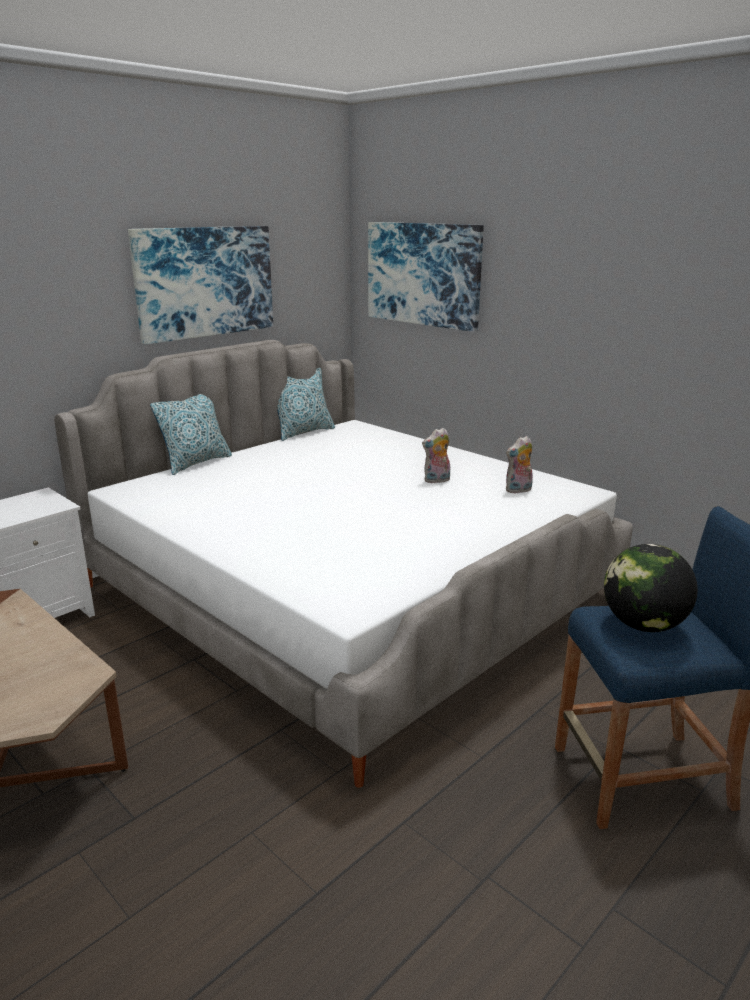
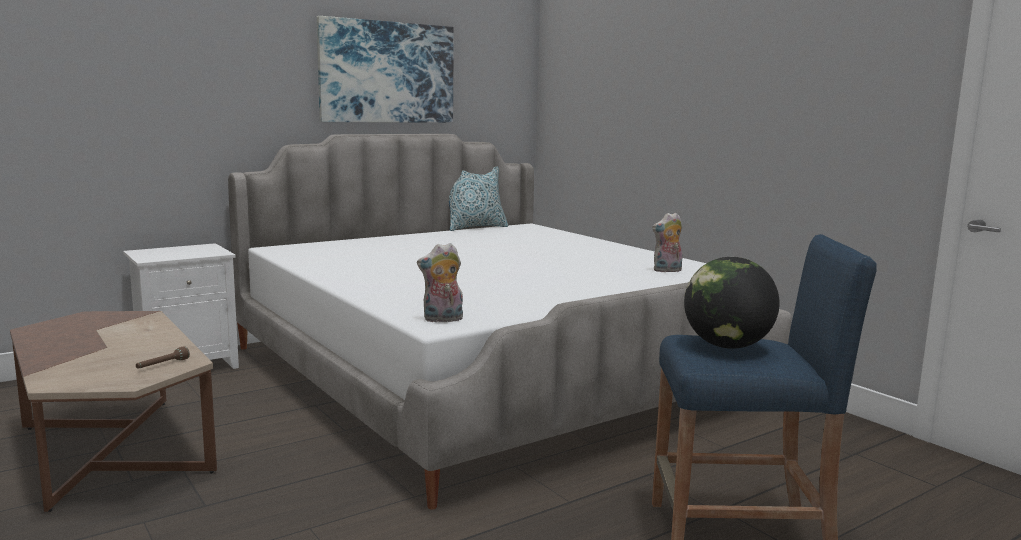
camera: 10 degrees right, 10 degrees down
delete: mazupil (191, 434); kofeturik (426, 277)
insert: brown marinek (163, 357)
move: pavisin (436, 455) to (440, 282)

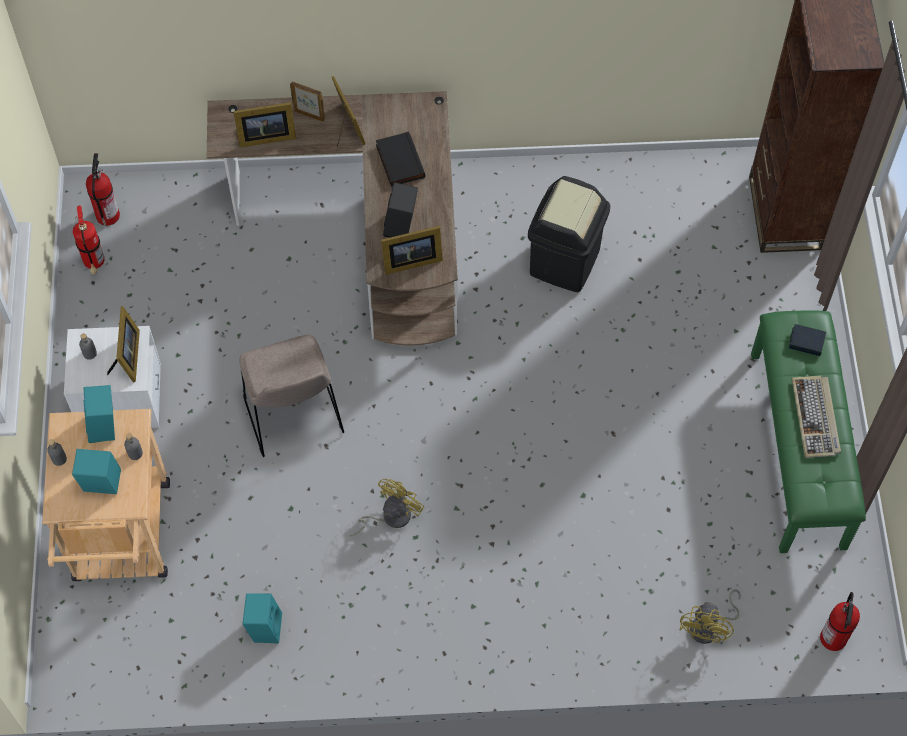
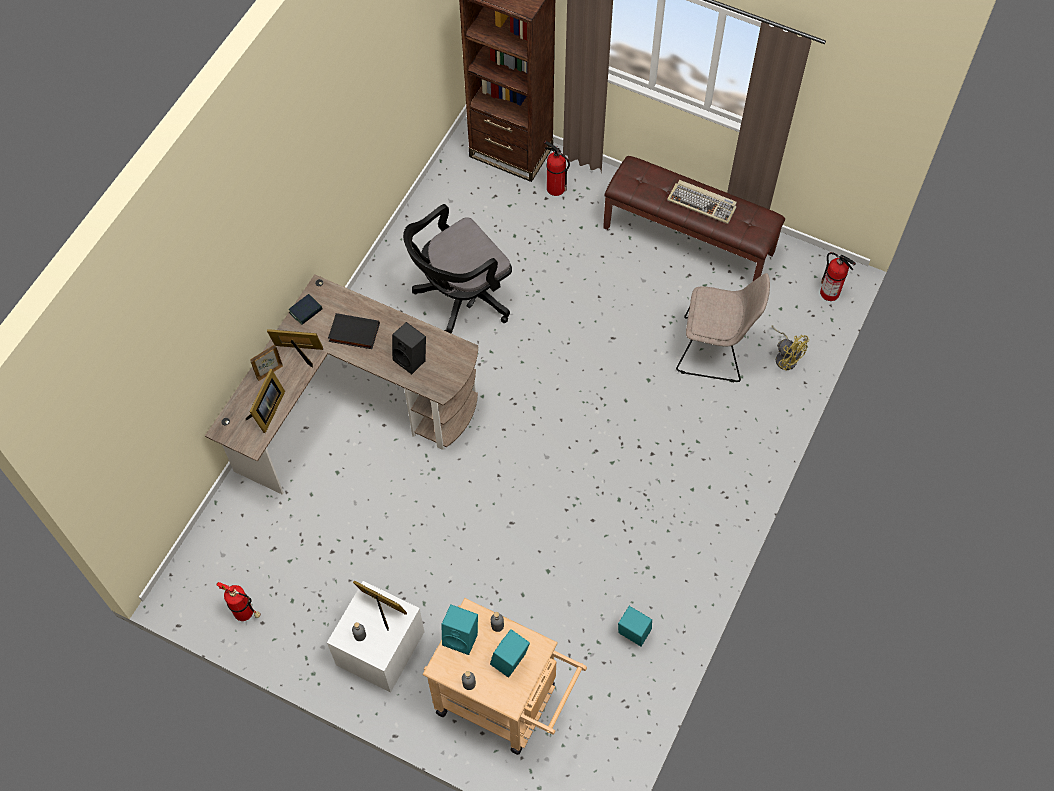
camera: 60 degrees left, 0 degrees up
delete: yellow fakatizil (387, 508); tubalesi (412, 250)
move: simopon (103, 189) to (557, 168); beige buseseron (291, 396) to (723, 327); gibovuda (807, 340) to (305, 309)
replace: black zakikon (569, 234) to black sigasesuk (457, 269)
recolor: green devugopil (808, 432) to brown devugopil (694, 218)

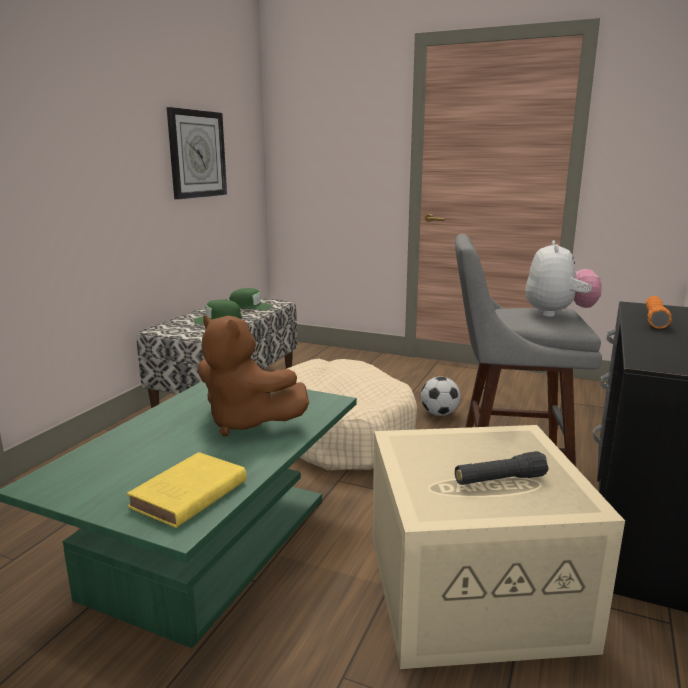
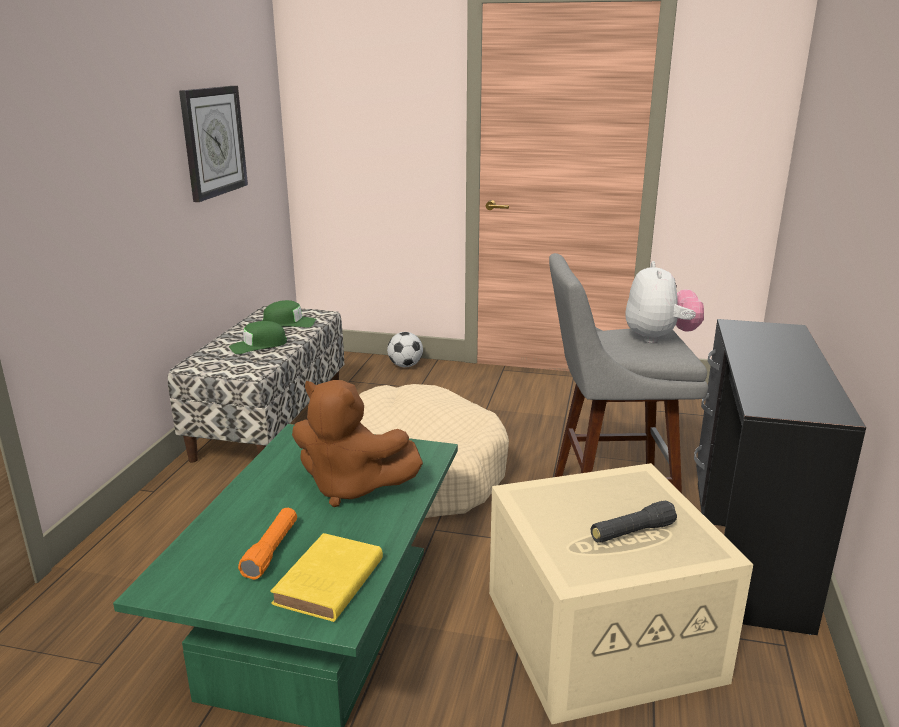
camera: 10 degrees left, 5 degrees up
move: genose (440, 396) to (405, 349); orange marinek (659, 312) to (267, 544)

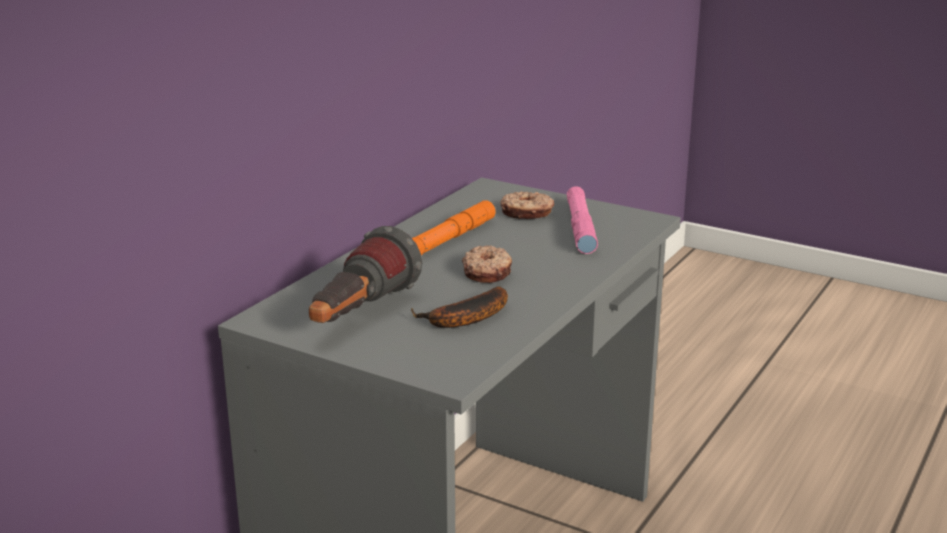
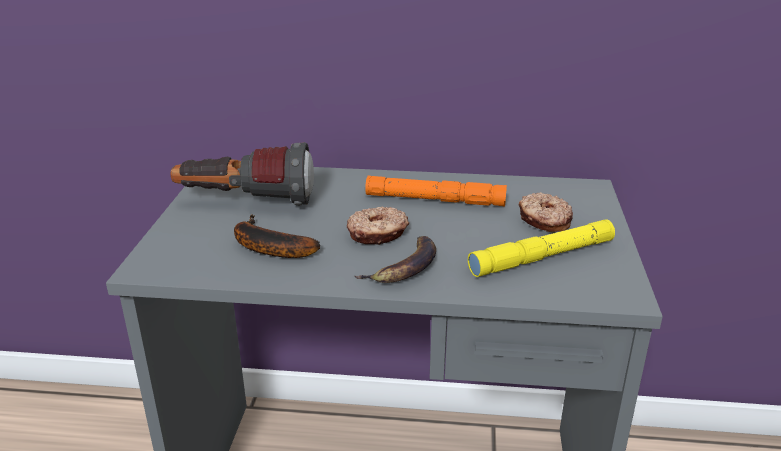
camera: 65 degrees right, 5 degrees up
insert: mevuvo (395, 259)
recolor: pink marinek (582, 220) to yellow marinek (541, 248)

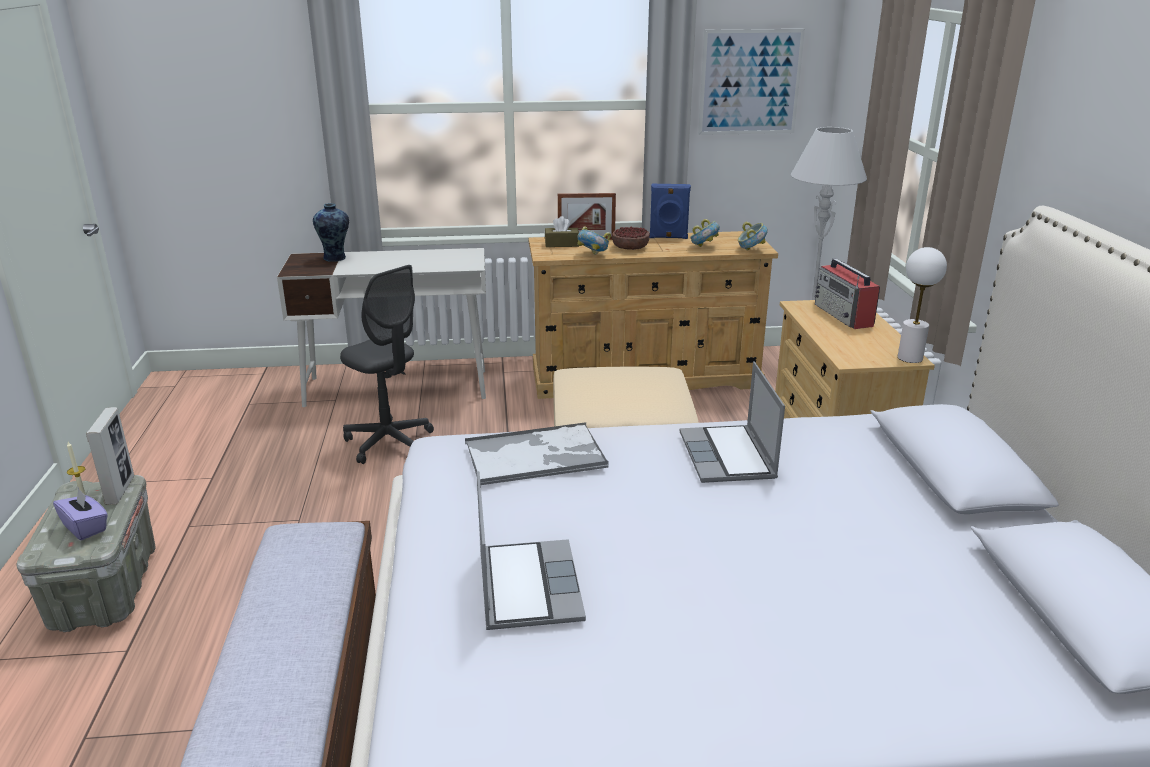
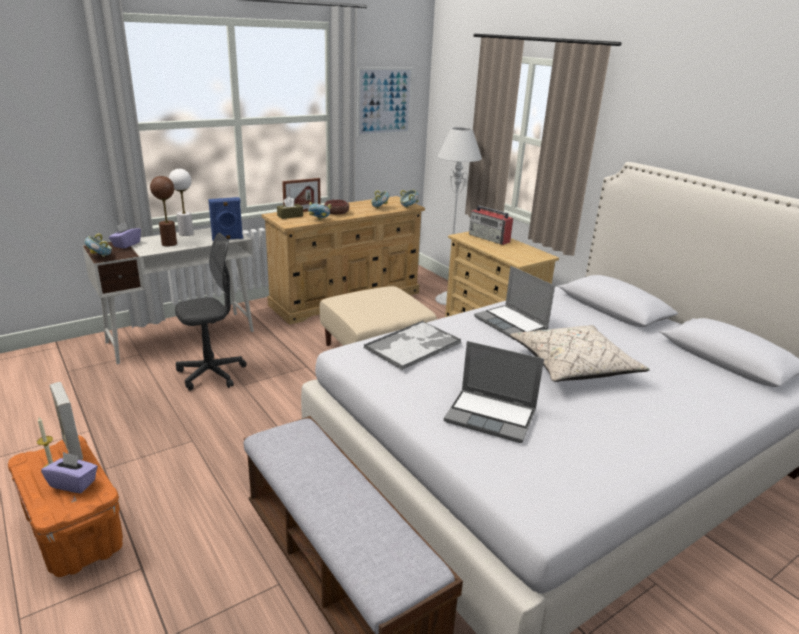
camera: 30 degrees left, 0 degrees up
insert: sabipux (98, 245); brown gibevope (163, 211); beige mazupil (580, 353)
move: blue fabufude (670, 211) to (225, 219); white gibevope (922, 305) to (181, 202)
replace: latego (331, 232) to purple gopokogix (125, 235)
recolor: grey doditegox (86, 553) to orange doditegox (65, 506)
rotate: grey sigasesuk (387, 364) = (211, 312) 45 degrees counterclockwise; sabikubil (531, 550) = (494, 392) 150 degrees clockwise

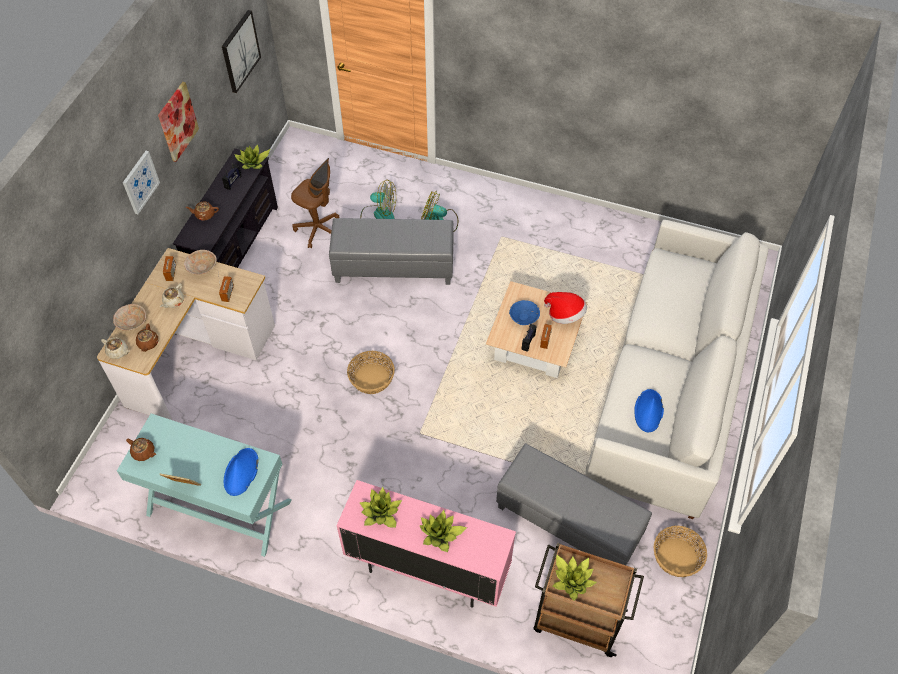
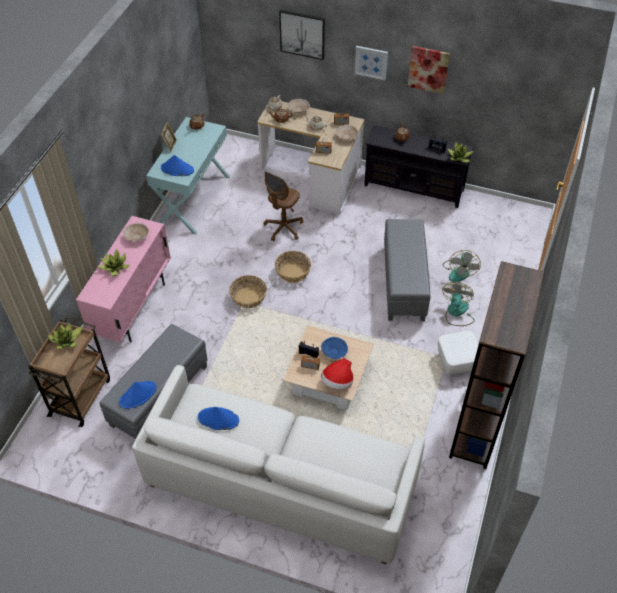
camera: 90 degrees right, 5 degrees down
insert: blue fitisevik (137, 395); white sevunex (458, 353); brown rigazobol (496, 365)
move: kofeturik (241, 51) to (302, 34); brown sigasesuk (315, 203) to (283, 206); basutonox (680, 551) to (248, 291)
replace: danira (380, 507) to beige sabipux (136, 232)

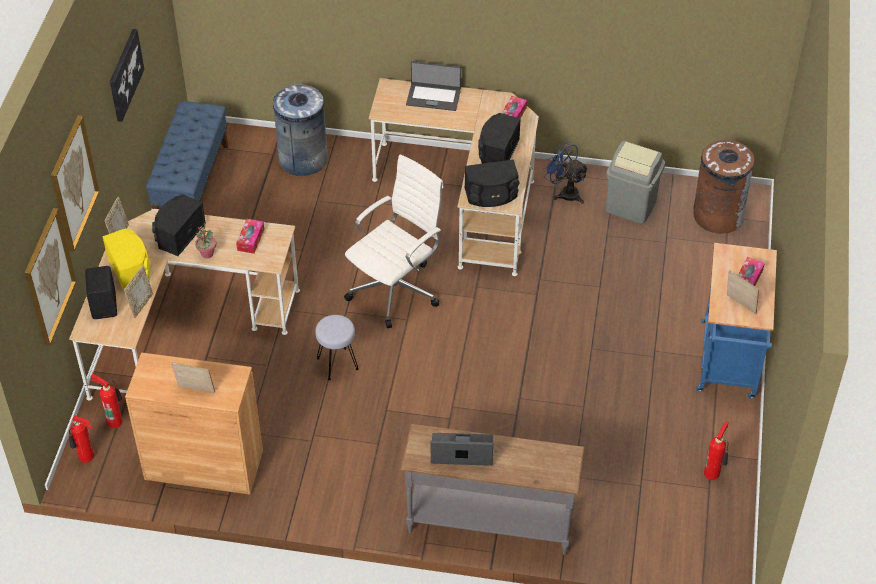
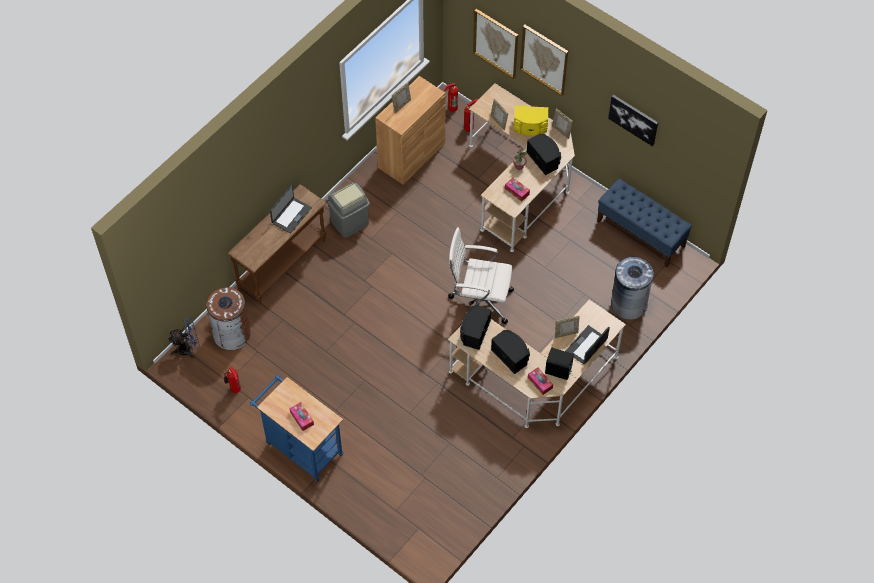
camera: 120 degrees right, 10 degrees up
delete: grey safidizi (337, 347)
move: black fabufude (101, 292) to (559, 364); blue fakatizil (566, 172) to (184, 337); grey zakikon (635, 182) to (348, 210); brown zakikon (724, 187) to (228, 318); tubalesi (743, 292) to (567, 327)
recolor: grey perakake (492, 489) to brown perakake (277, 244)
rotate: white sigasesuk (394, 241) = (481, 275) 120 degrees clockwise

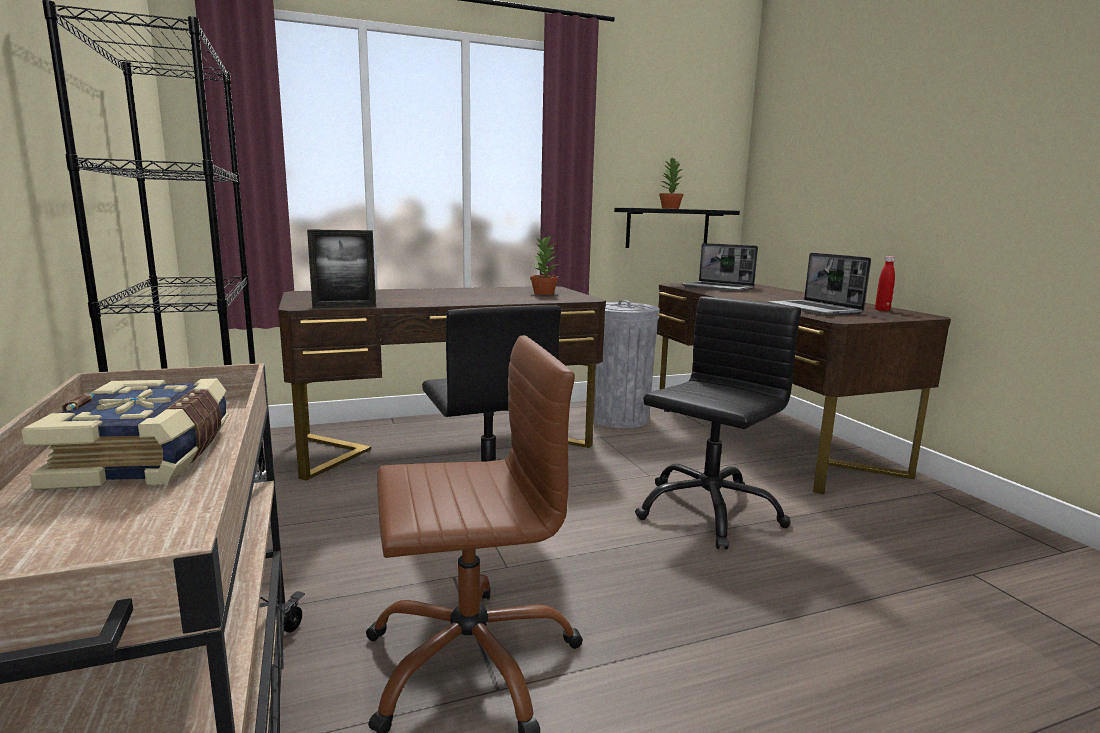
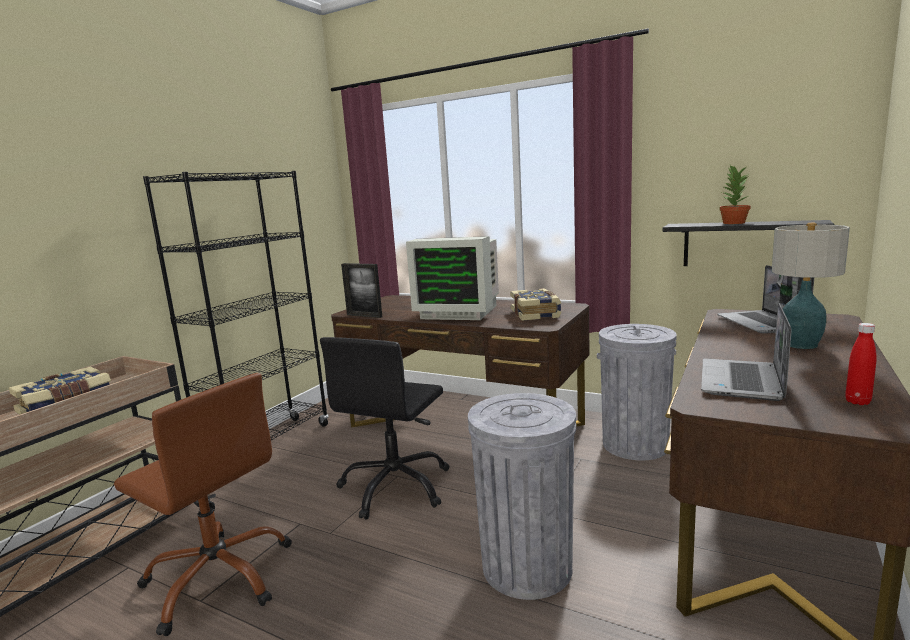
camera: 50 degrees right, 0 degrees up
insert: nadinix (452, 278); gibevope (811, 286)
replace: danira (544, 265) to gibovuda (536, 304); black sigasesuk (718, 422) to grey zakikon (522, 496)

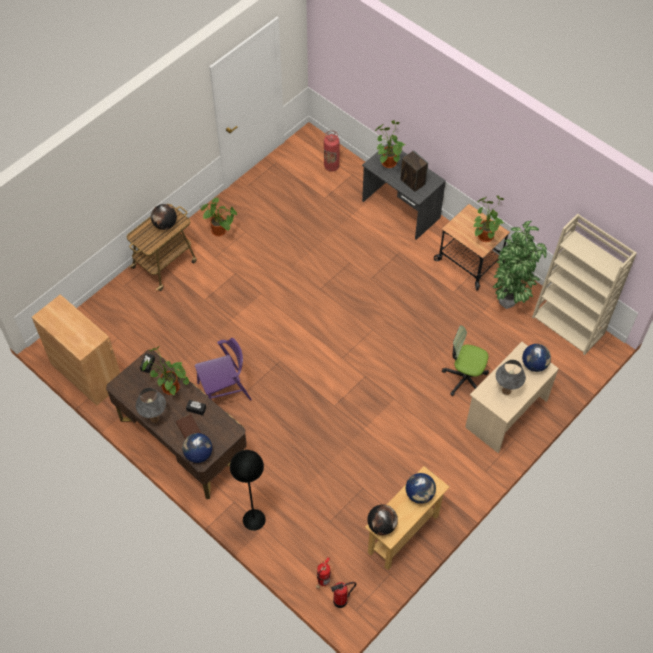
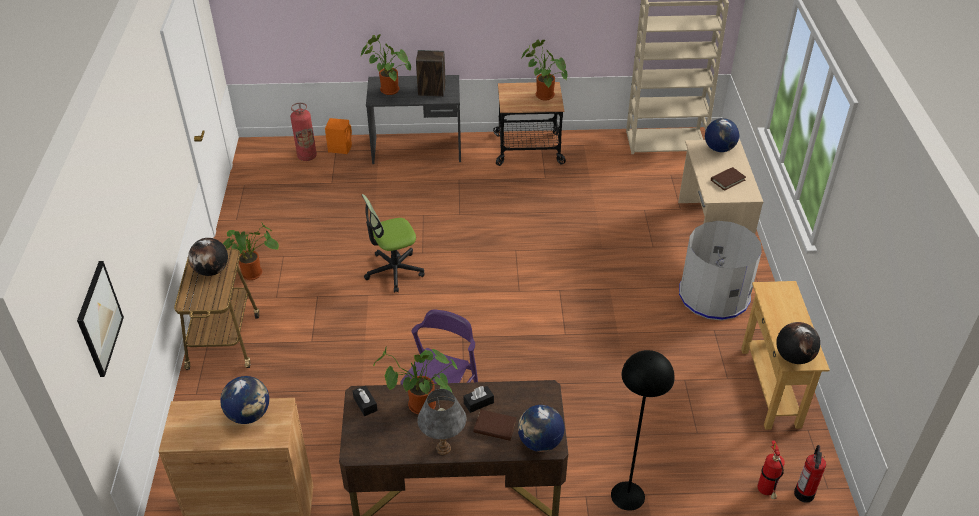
camera: 45 degrees left, 15 degrees down
delete: danira (520, 265)
insert: kofeturik (100, 319); orange fabufude (338, 136); grey zakikon (720, 271)
move: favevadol (421, 488) to (244, 400); sigasesuk (465, 360) to (393, 243)
replace: grey gibevope (511, 377) to brown gibovuda (728, 179)

